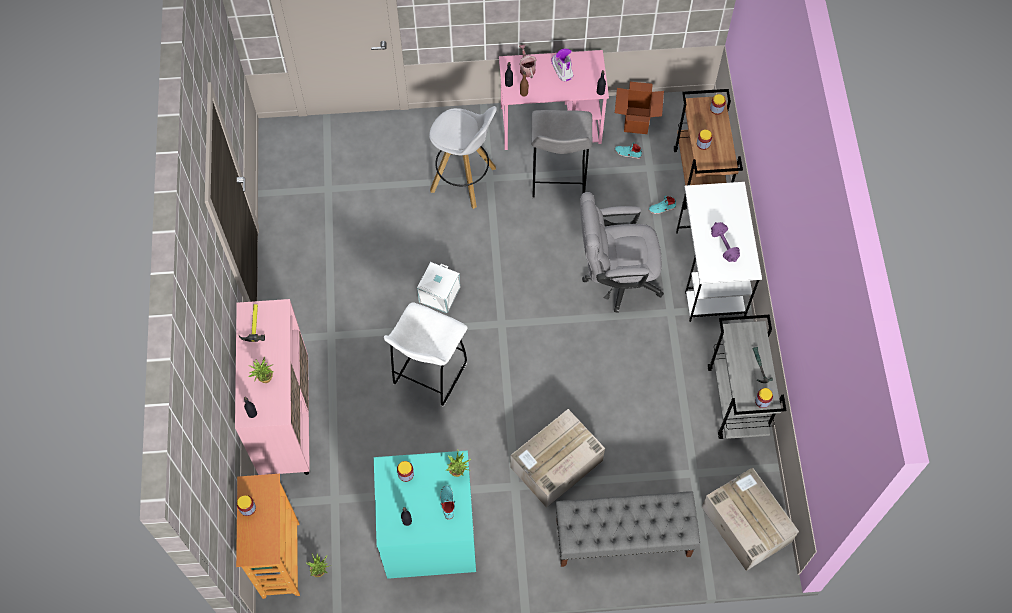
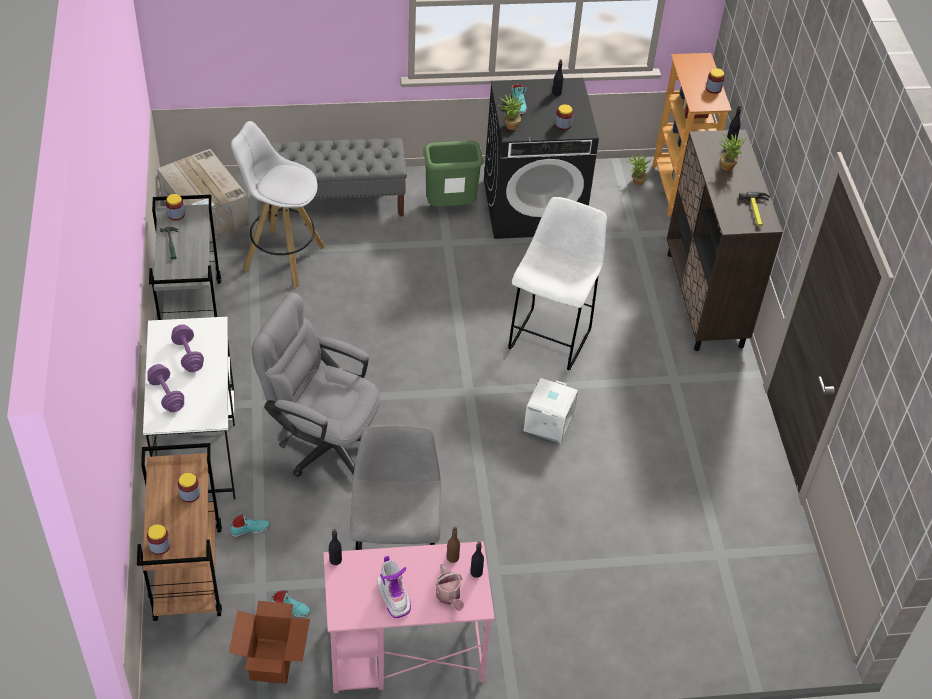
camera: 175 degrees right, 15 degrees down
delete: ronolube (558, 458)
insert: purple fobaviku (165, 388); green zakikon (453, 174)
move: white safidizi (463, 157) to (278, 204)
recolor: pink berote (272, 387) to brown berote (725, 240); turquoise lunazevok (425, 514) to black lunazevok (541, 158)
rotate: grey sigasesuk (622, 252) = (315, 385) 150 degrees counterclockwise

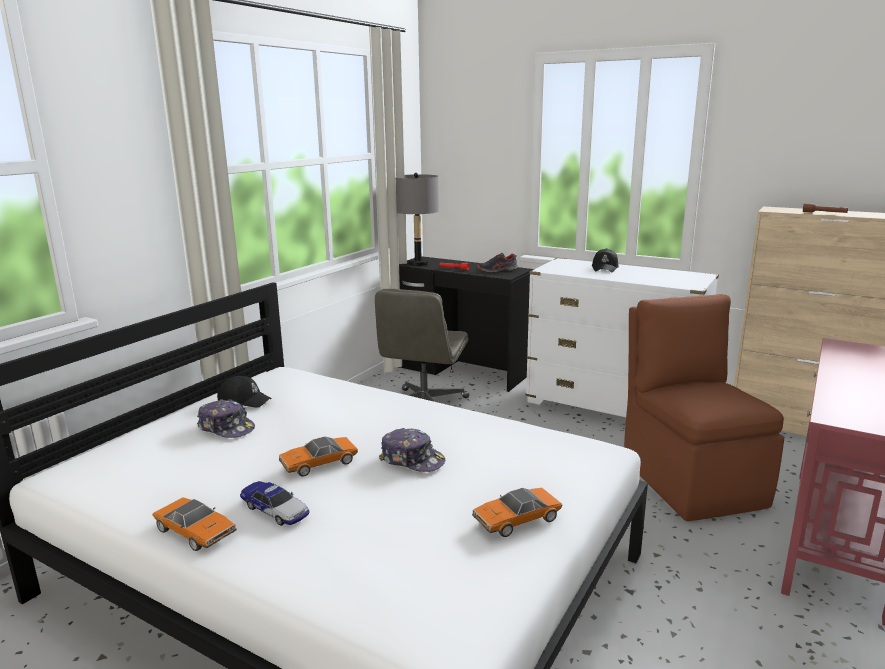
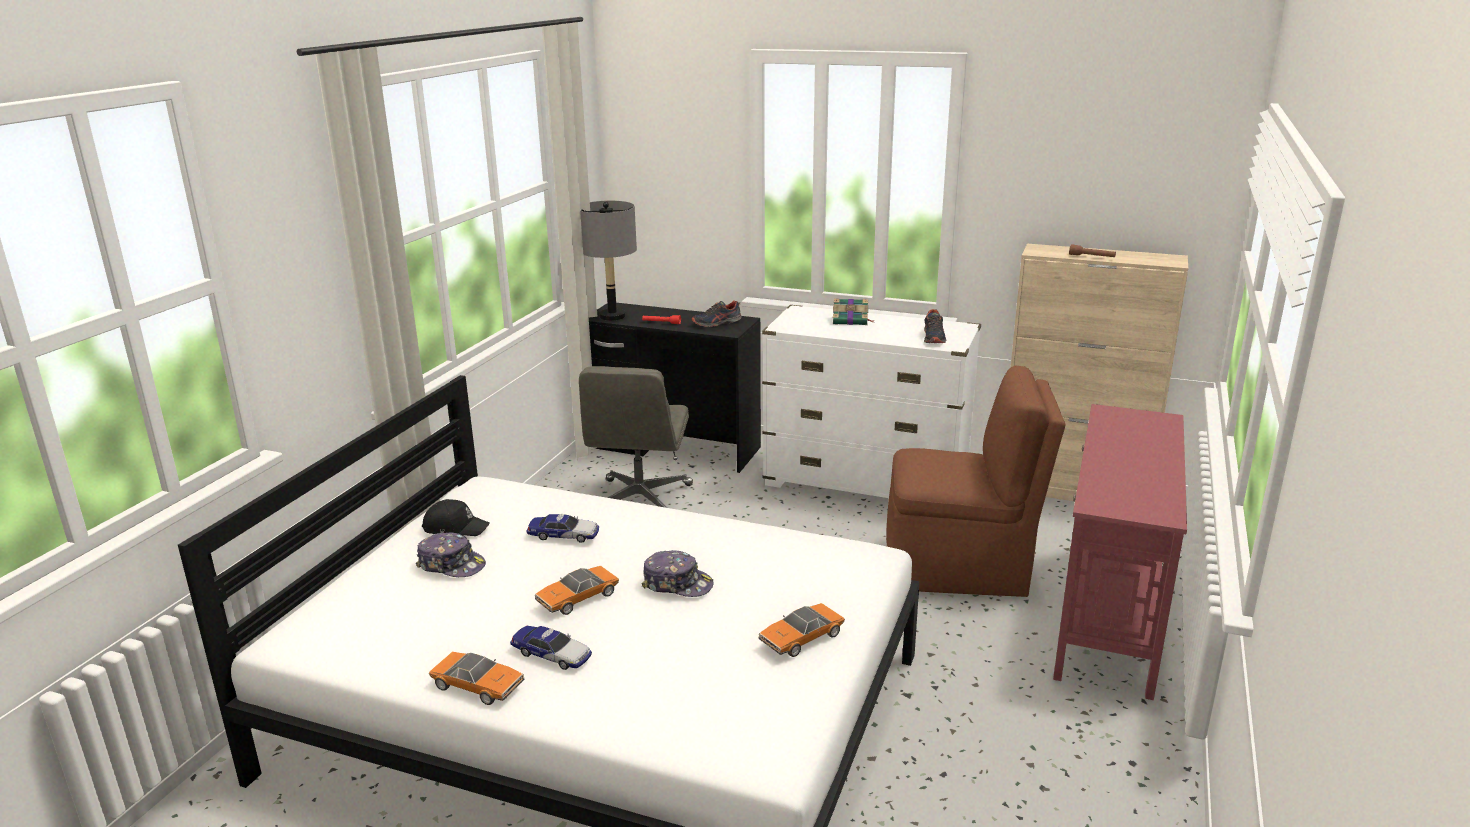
camera: 10 degrees left, 5 degrees up
insert: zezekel (562, 528); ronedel (935, 326)
replace: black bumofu (605, 260) to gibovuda (853, 311)
rotate: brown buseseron (704, 407) = (976, 481) 120 degrees clockwise

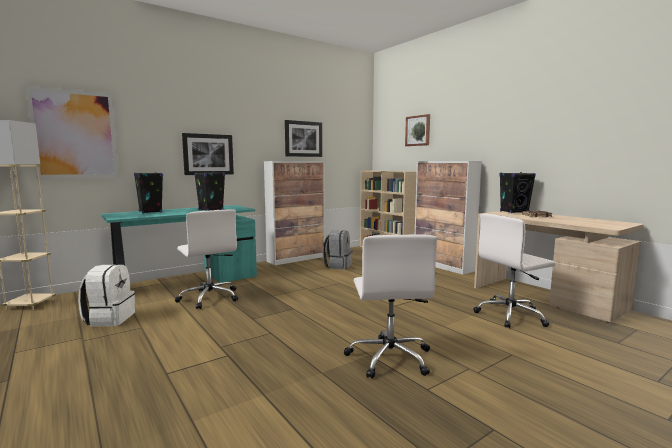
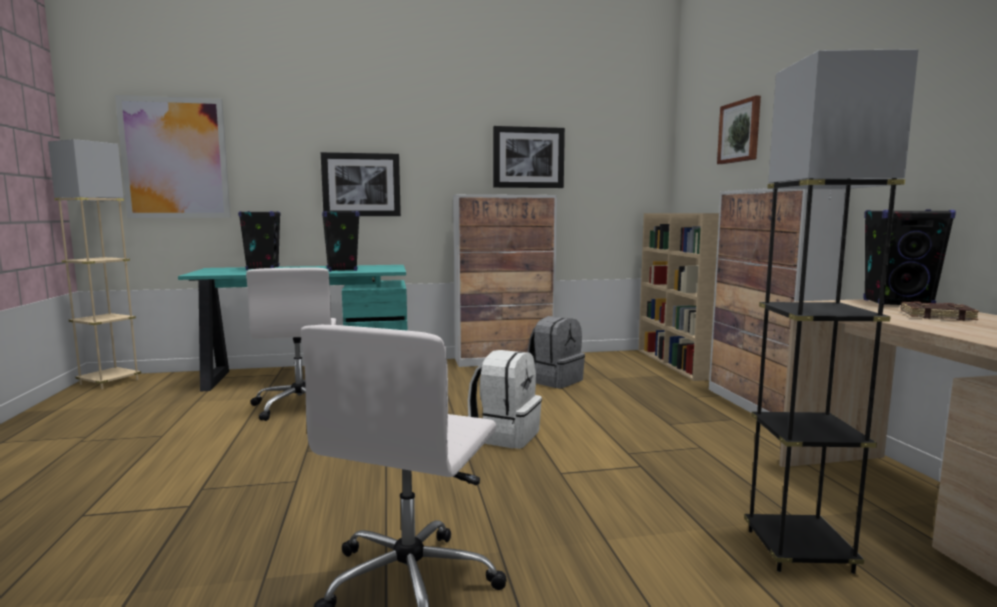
camera: 25 degrees right, 0 degrees up
move: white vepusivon (106, 295) to (505, 399)
replace: white sigasesuk (514, 270) to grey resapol (831, 311)

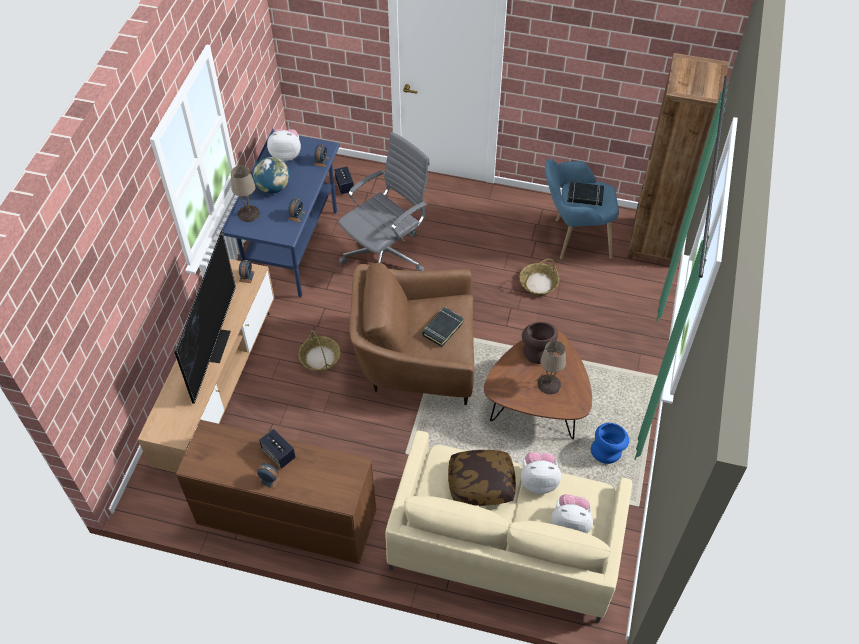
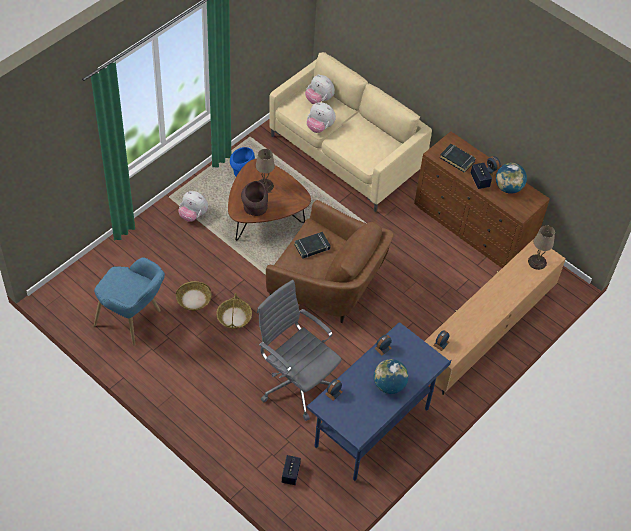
camera: 155 degrees left, 0 degrees up
delete: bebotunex (205, 317); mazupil (482, 478); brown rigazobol (677, 160)
insert: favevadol (511, 178)
move: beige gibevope (245, 193) to (541, 247); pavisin (284, 145) to (193, 206); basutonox (319, 350) to (234, 311); black gibovuda (585, 194) to (458, 158)
rotate: grey sigasesuk (384, 201) = (299, 350) 60 degrees clockwise

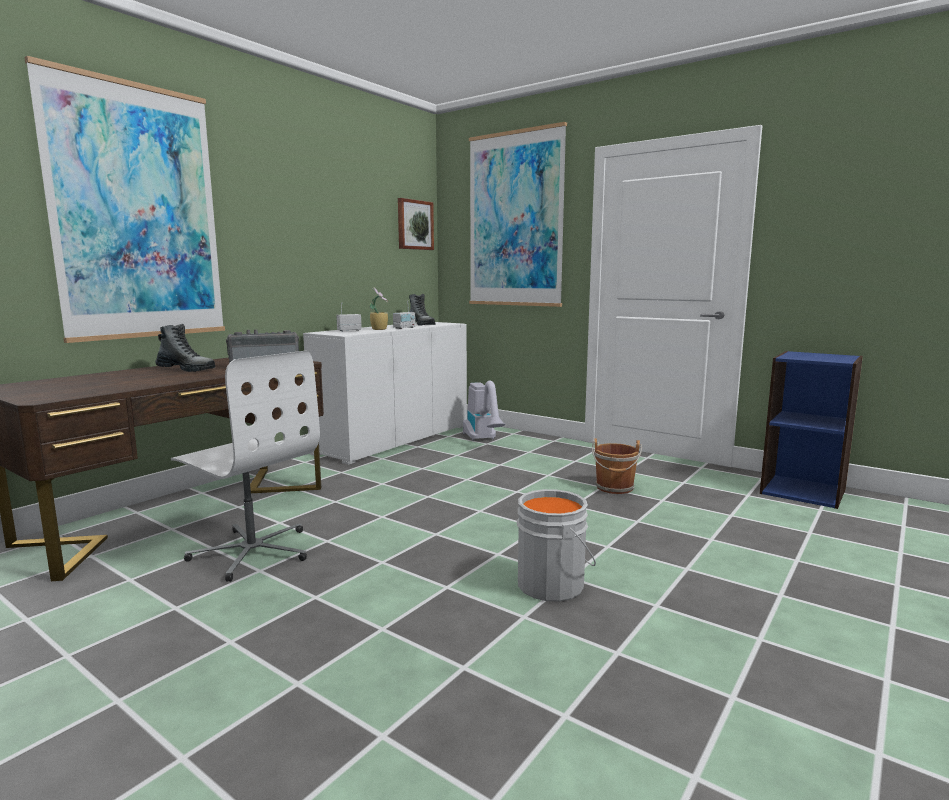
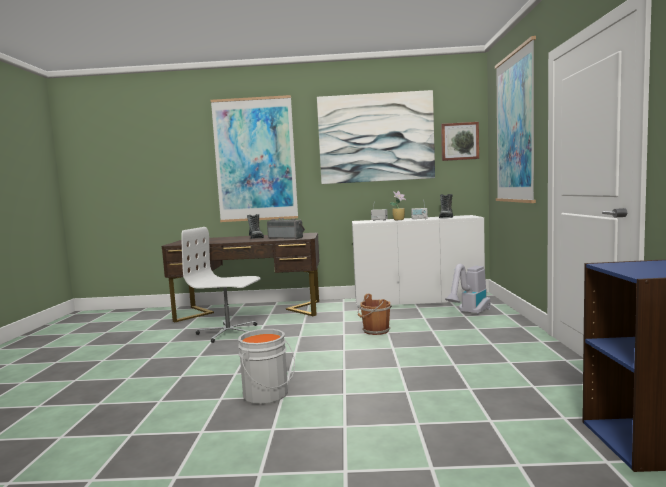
camera: 55 degrees right, 5 degrees down
insert: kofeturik (376, 137)
move: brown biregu (617, 466) to (375, 314)
rotate: white sigasesuk (245, 466) = (221, 285) 105 degrees clockwise

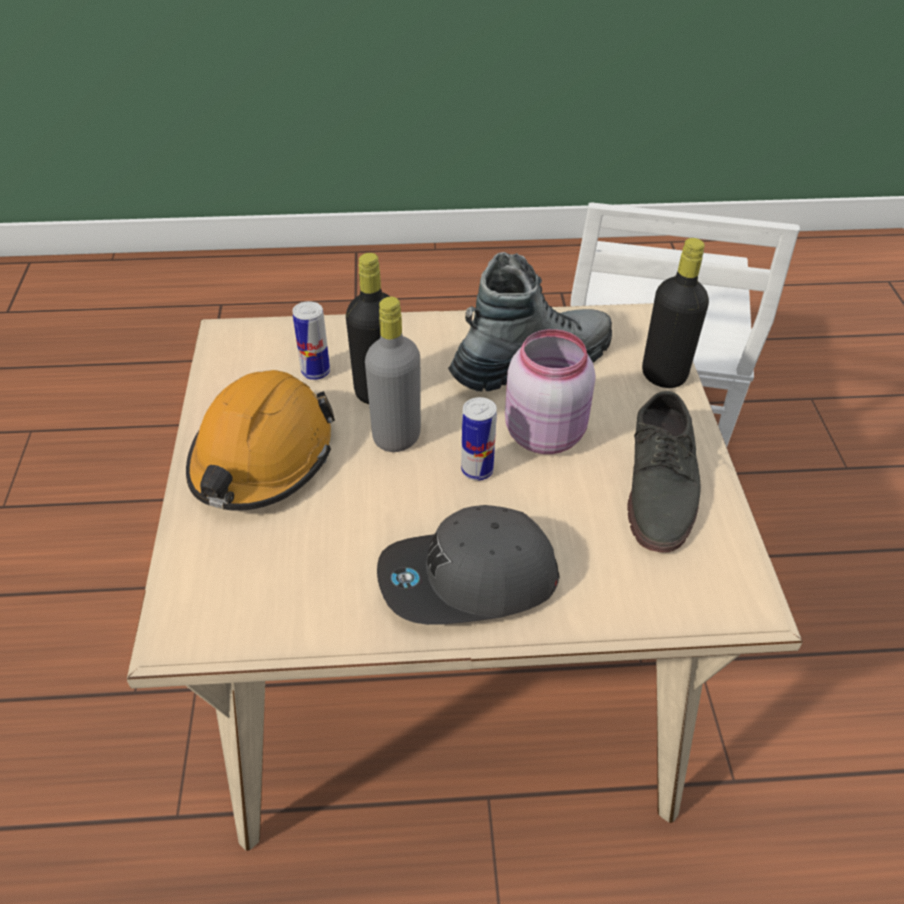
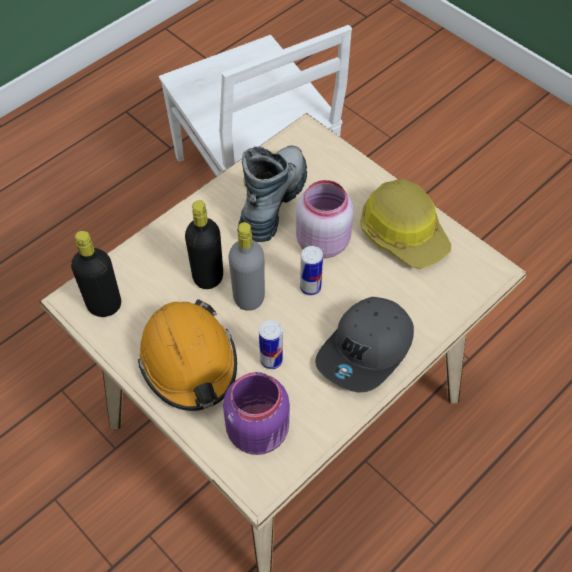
camera: 40 degrees left, 10 degrees up
insert: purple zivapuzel (256, 413)
move: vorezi (311, 340) to (271, 344); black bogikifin (675, 313) to (96, 274)
replace: grey ronedel (664, 471) to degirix (405, 224)

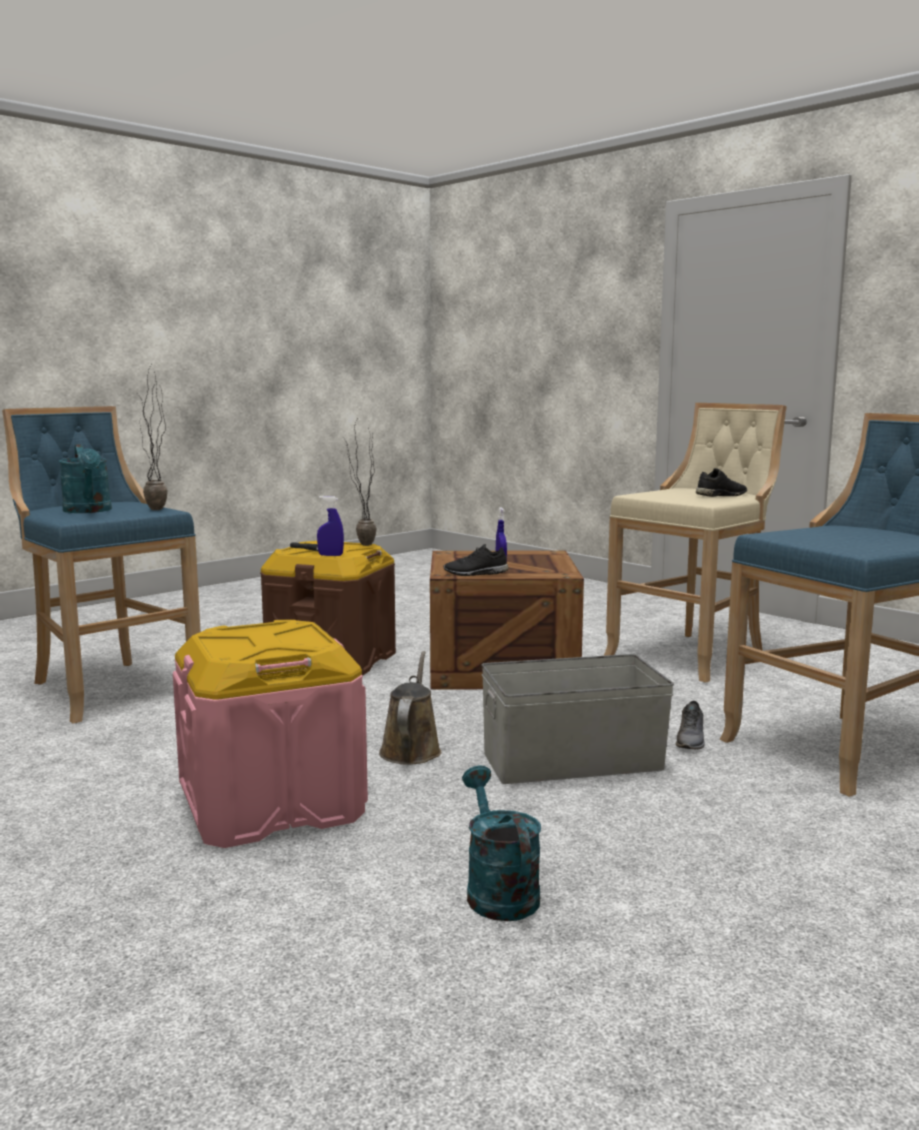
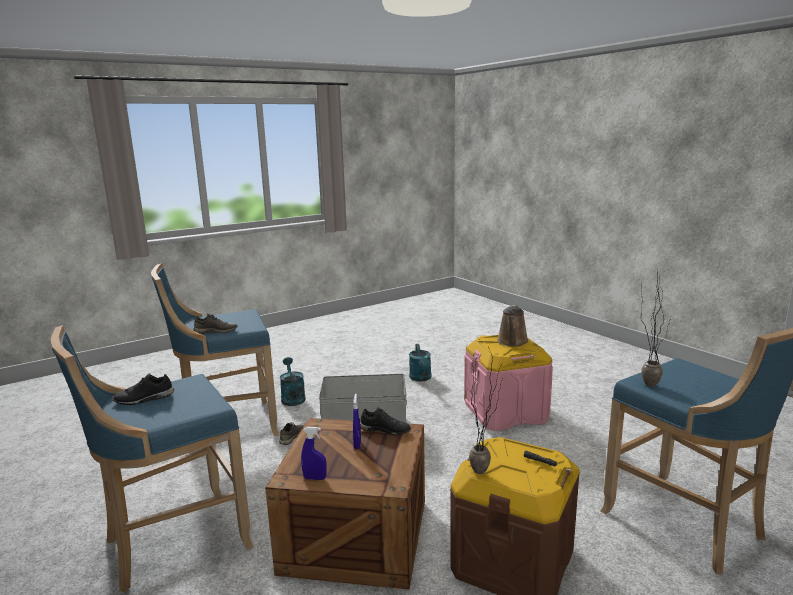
camera: 170 degrees left, 5 degrees up
insert: grey ronedel (216, 323)
move: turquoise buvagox (85, 478) to (293, 381); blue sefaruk (330, 526) to (314, 453); brown buvagox (410, 708) to (513, 325)
recolor: beige safidizi (695, 543) to blue safidizi (152, 459)

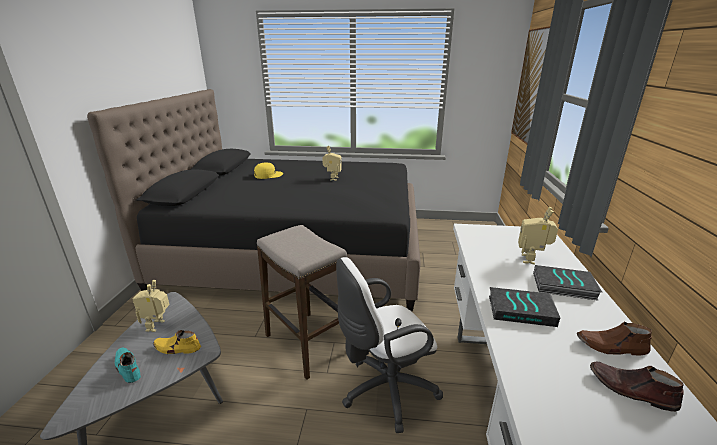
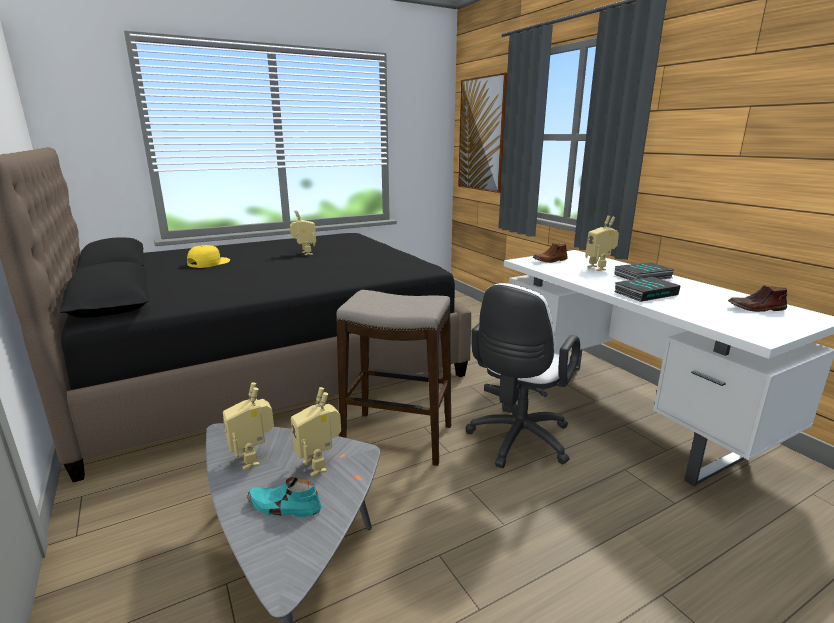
camera: 35 degrees left, 5 degrees down
move: brown ronedel (614, 339) to (550, 253)
replace: yellow ronedel (177, 342) to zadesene (316, 432)

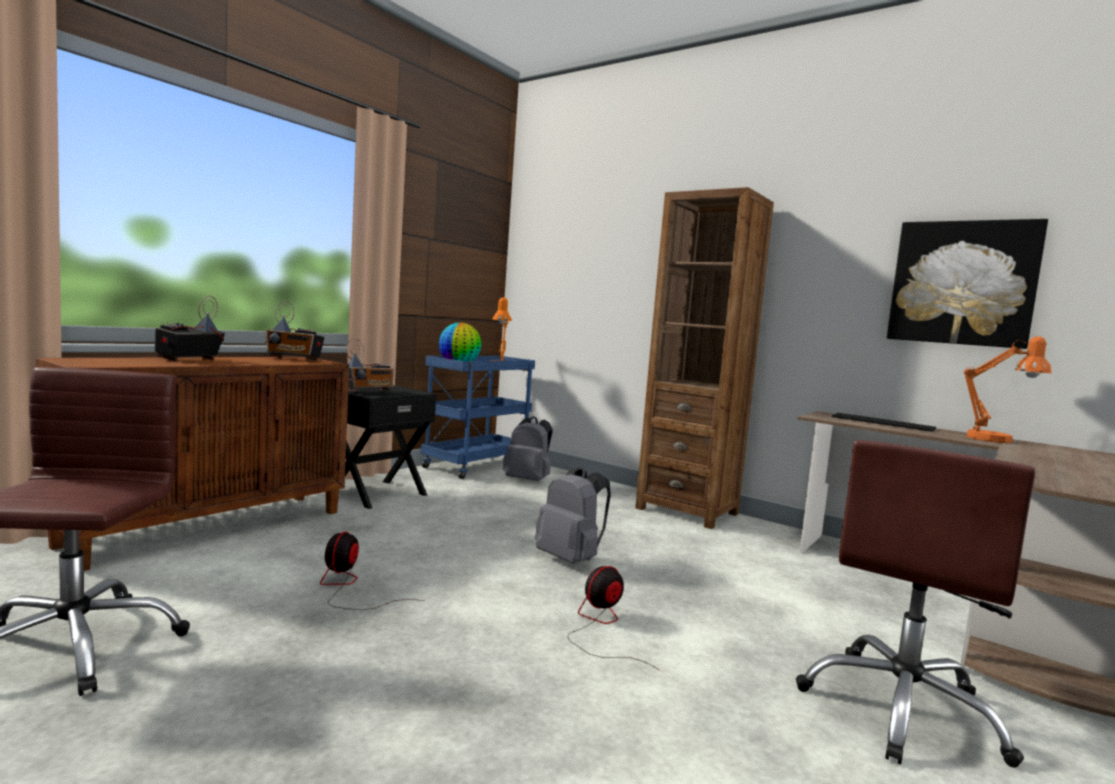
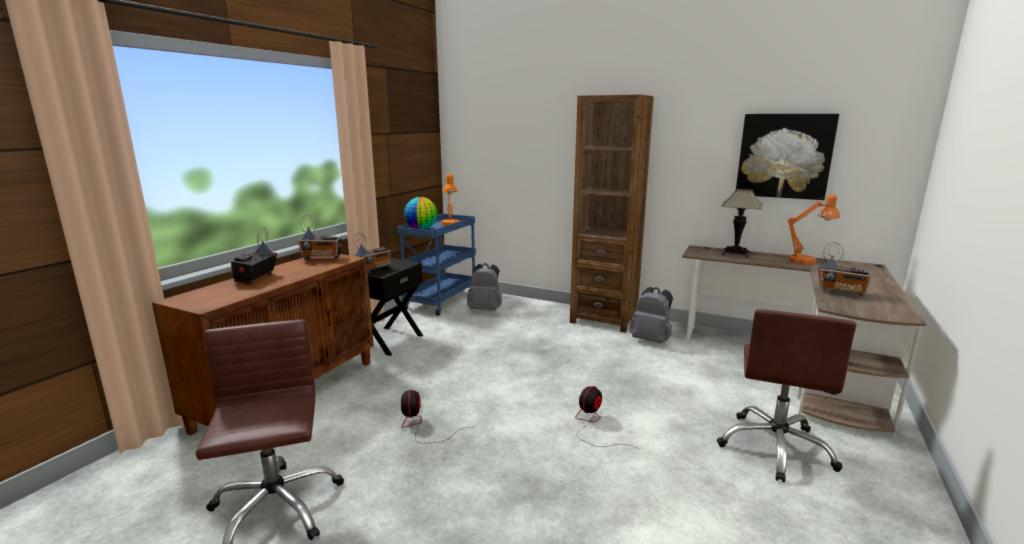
camera: 10 degrees left, 10 degrees up
insert: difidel (844, 269)
move: grey vepusivon (573, 515) to (651, 315)
replace: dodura (884, 422) to gibevope (742, 223)

